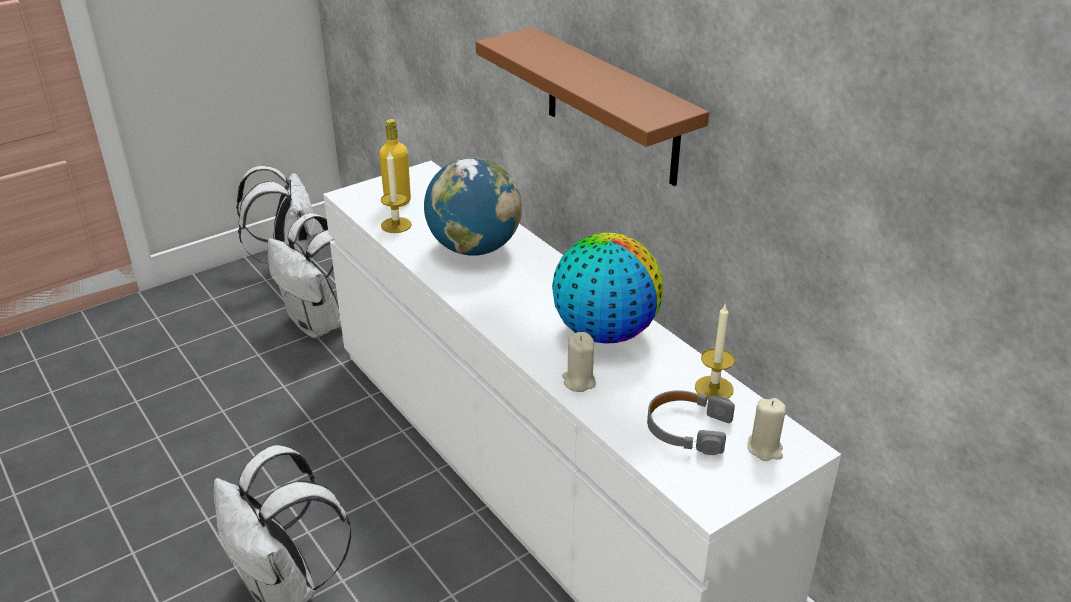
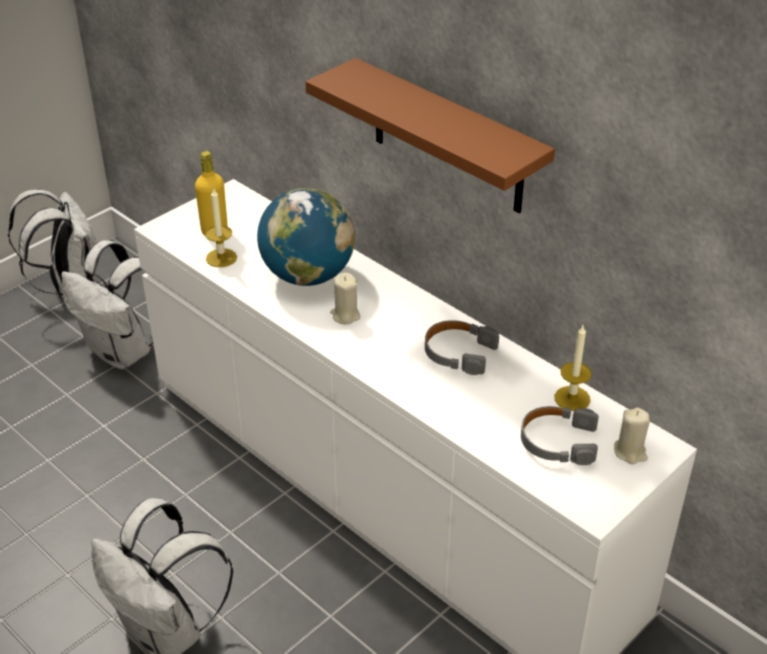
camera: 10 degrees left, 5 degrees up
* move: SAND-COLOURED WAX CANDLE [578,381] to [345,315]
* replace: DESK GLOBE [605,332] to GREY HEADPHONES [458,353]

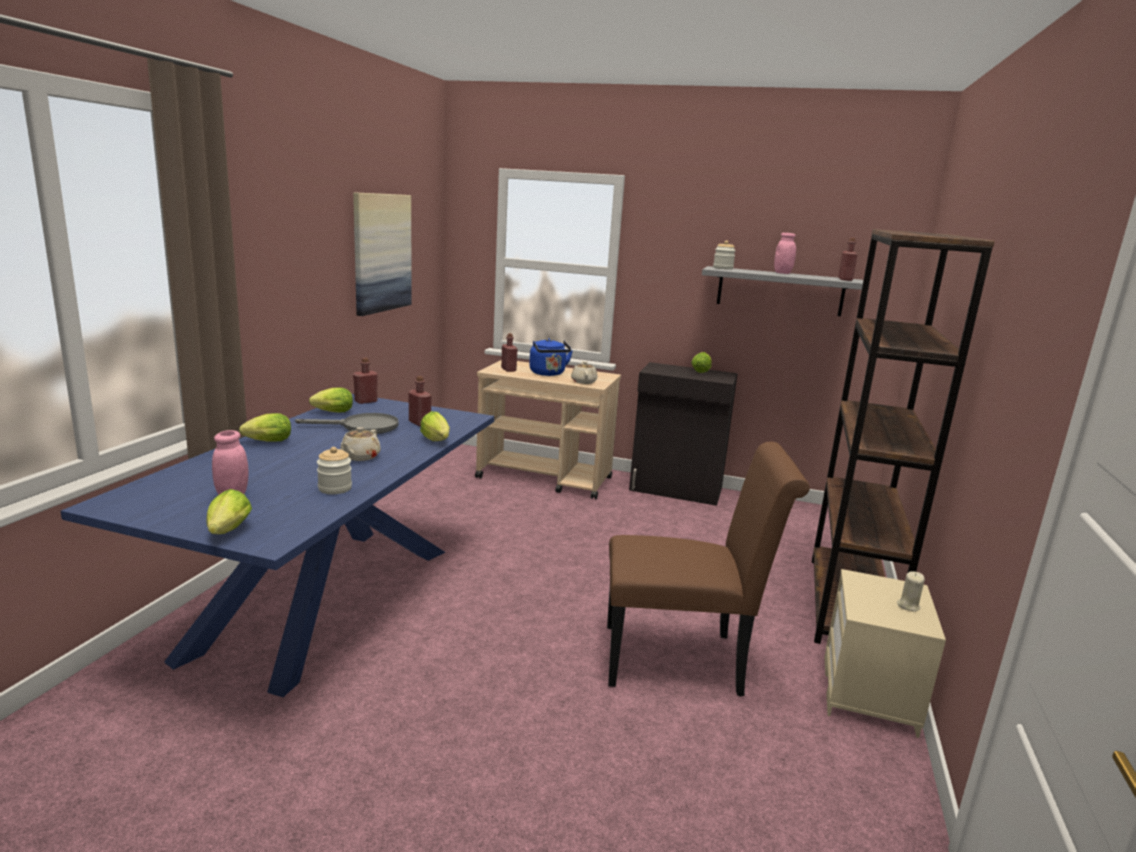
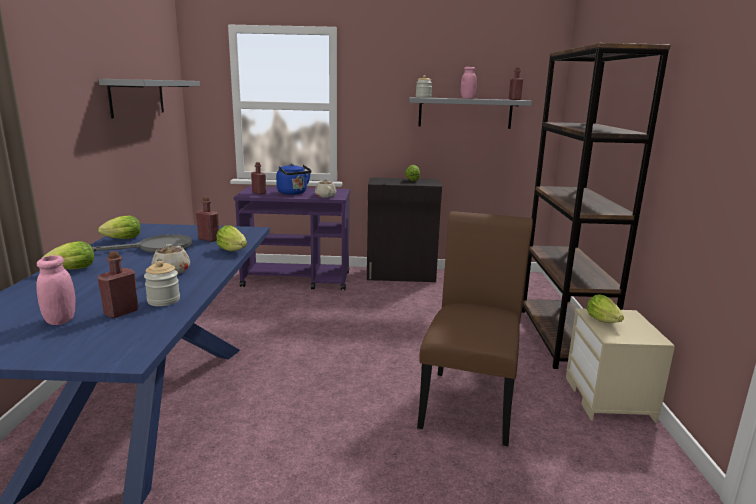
camera: 15 degrees left, 0 degrees up
* move: RED BEVERAGE BOTTLE [366,401] to [121,312]
* replace: WALL ART [381,253] to GREY BRACKET SHELF [137,97]
* recolor: SAND-COLOURED TROLLEY [545,478] to PURPLISH TROLLEY [297,280]
* rotate: BROWN-COLOURED CHAIR [683,660] = [470,400] 60 degrees counterclockwise
* move: LETTUCE [227,533] to [604,322]
* delete: SAND-COLOURED WAX CANDLE [908,605]

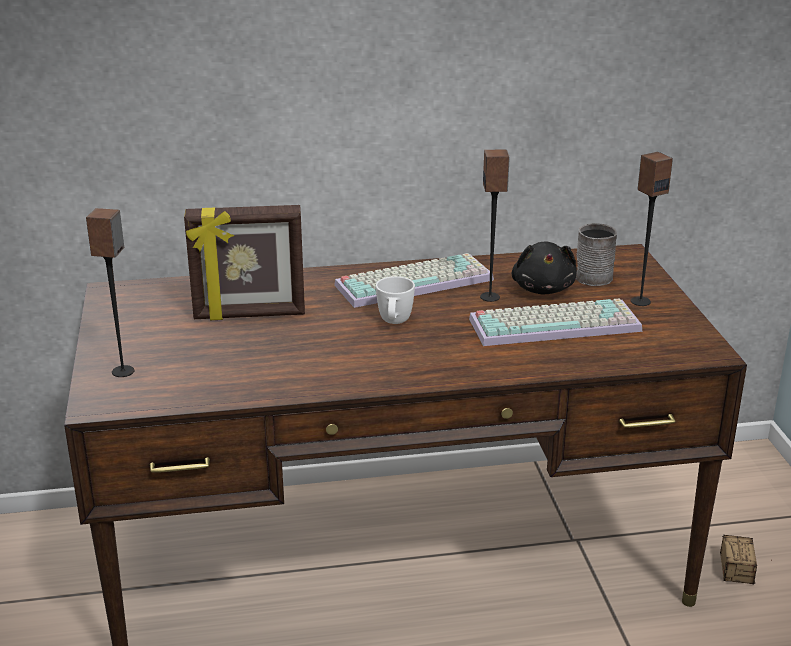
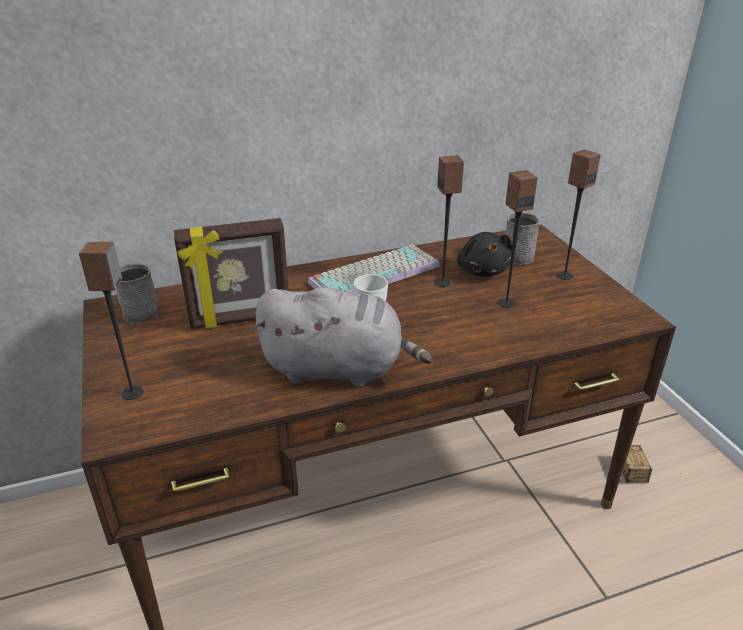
camera: 10 degrees left, 5 degrees up
* insert: GREY TEA MUG [142,311]
* insert: GREY PLUSH TOY [338,369]
* replace: KEYBOARD [556,323] to SPEAKER [506,302]

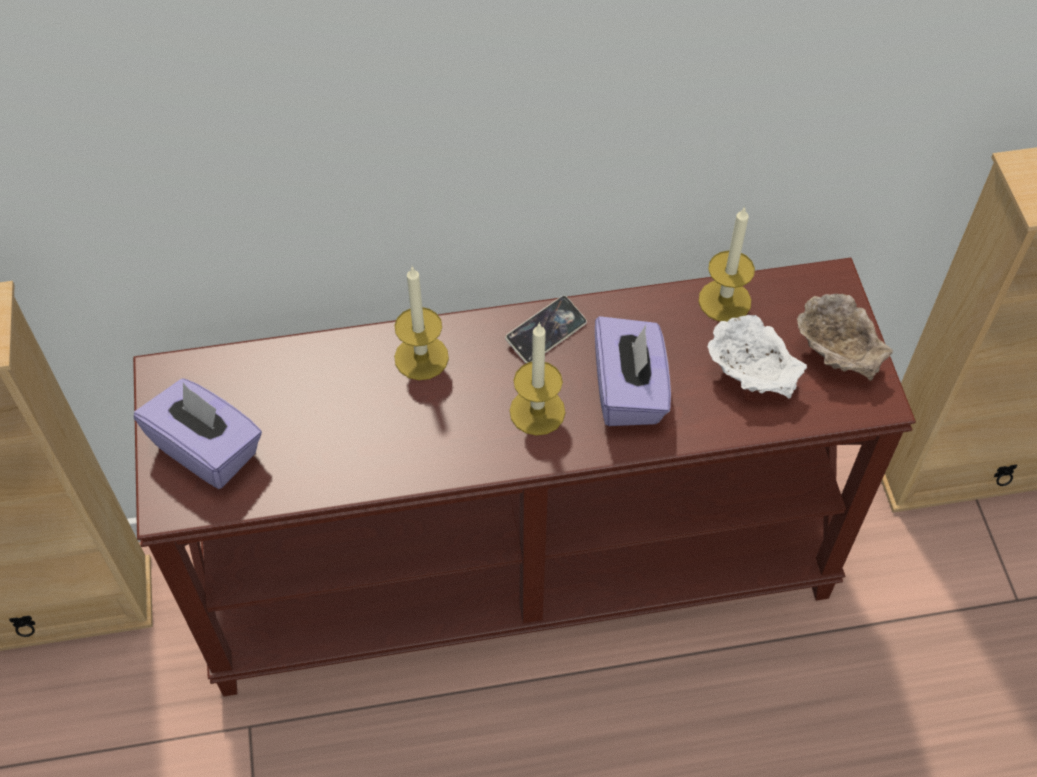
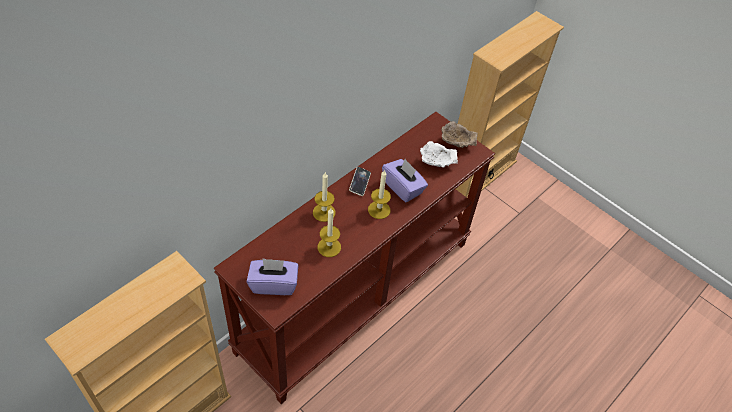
camera: 40 degrees left, 5 degrees down
* move: WAX CANDLE [724,301] to [329,247]

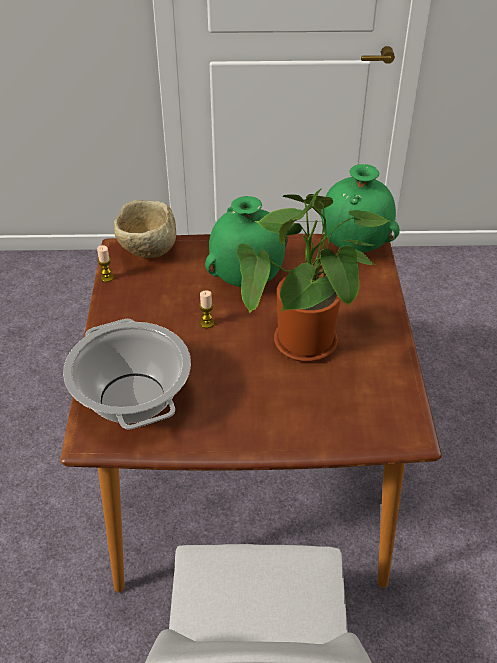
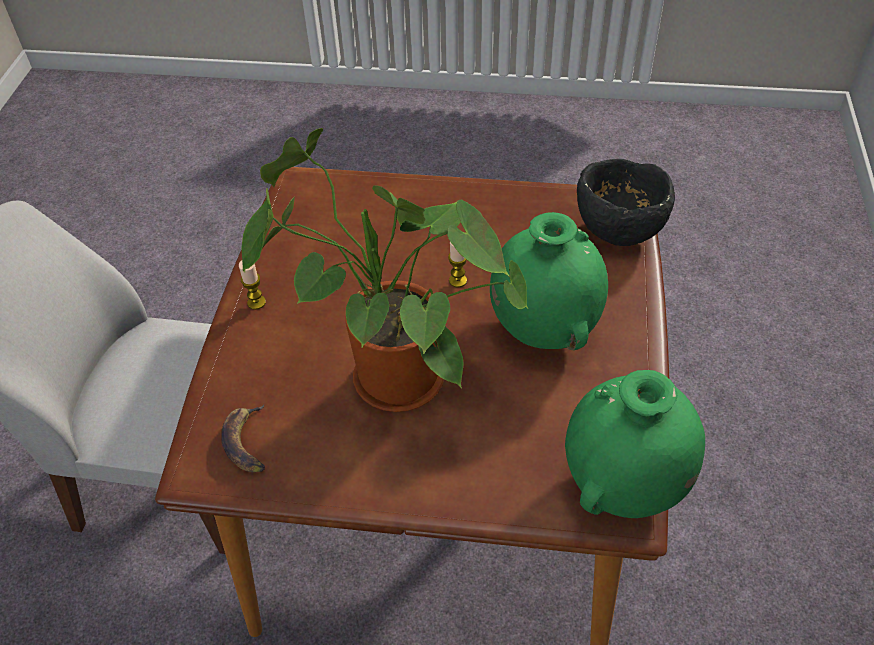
camera: 100 degrees right, 5 degrees up
* insert: BANANA FRUIT [247,443]
* move: WAX CANDLE [107,278] to [256,302]
* recolor: SAND-COLOURED DEEP DISH [148,251] to BLACK DEEP DISH [618,229]
* delete: SAUCEPOT [132,398]

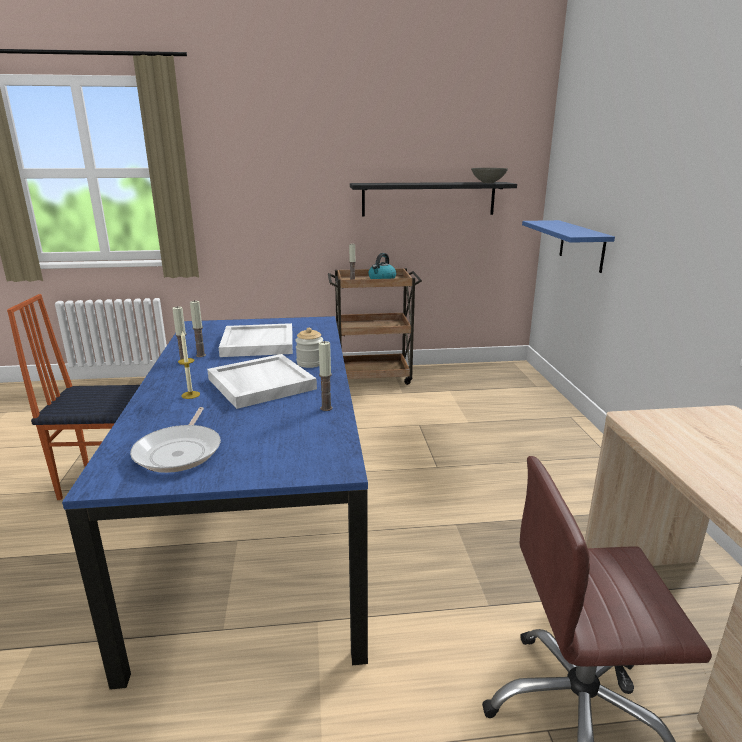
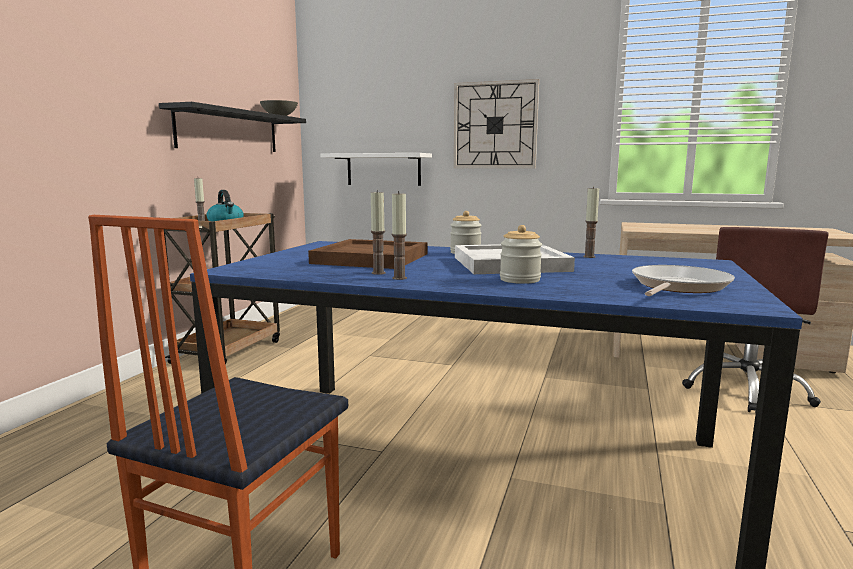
camera: 65 degrees left, 10 degrees down
* recolor: WHITISH CARRYING TRAY [257,343] to BROWN-COLOURED CARRYING TRAY [370,259]
* recolor: BLUISH BRACKET SHELF [582,245] to WHITISH BRACKET SHELF [383,169]
* insert: HANGING CLOCK [495,125]
* replace: WAX CANDLE [190,395] to STORAGE JAR [520,280]
* rotate: FRYING PAN [180,451] = [677,286] 75 degrees counterclockwise

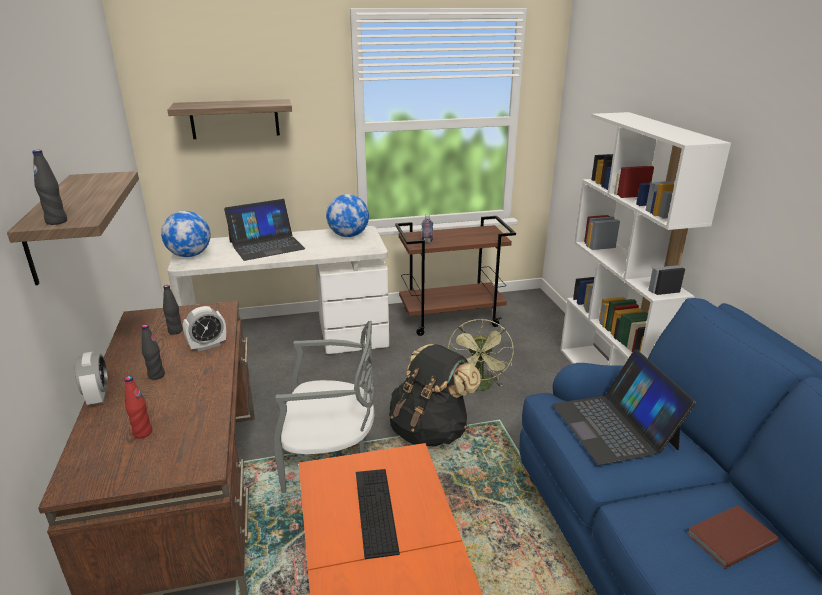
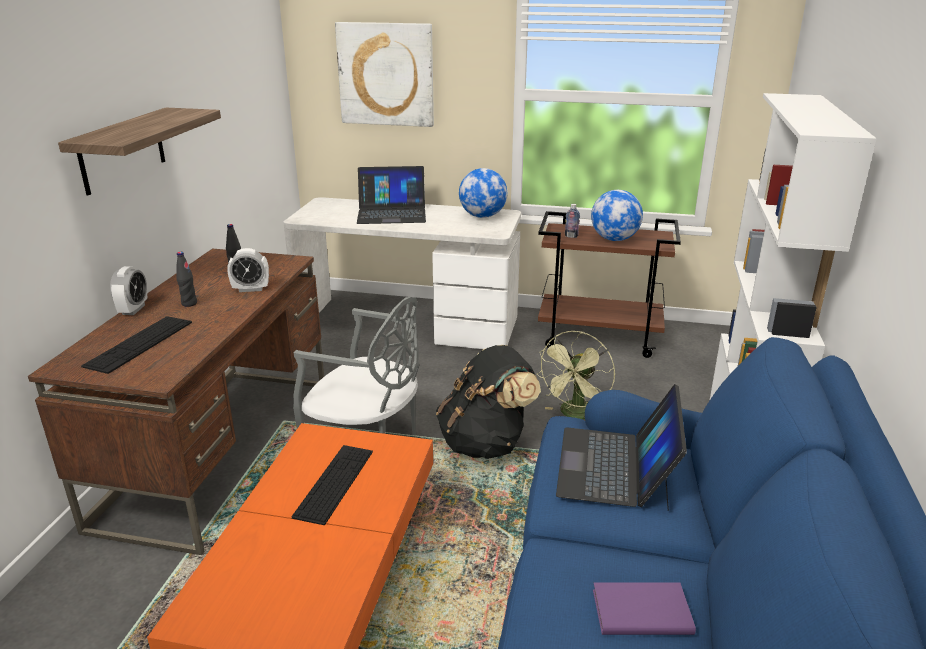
camera: 25 degrees right, 0 degrees up
* replace: RED BEVERAGE BOTTLE [142,433] to KEYBOARD [139,343]
* replace: BRACKET SHELF [234,119] to WALL ART [386,74]
* move: DESK GLOBE [190,255] to [614,239]
* recolor: BROWN-COLOURED VOLUME [728,537] to PURPLISH VOLUME [640,610]
* delete: BLACK BEVERAGE BOTTLE [56,222]

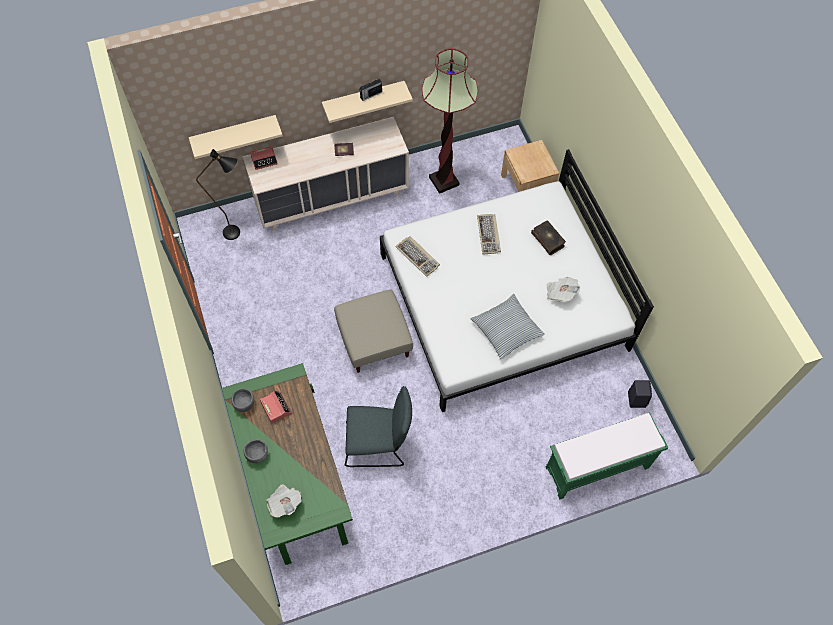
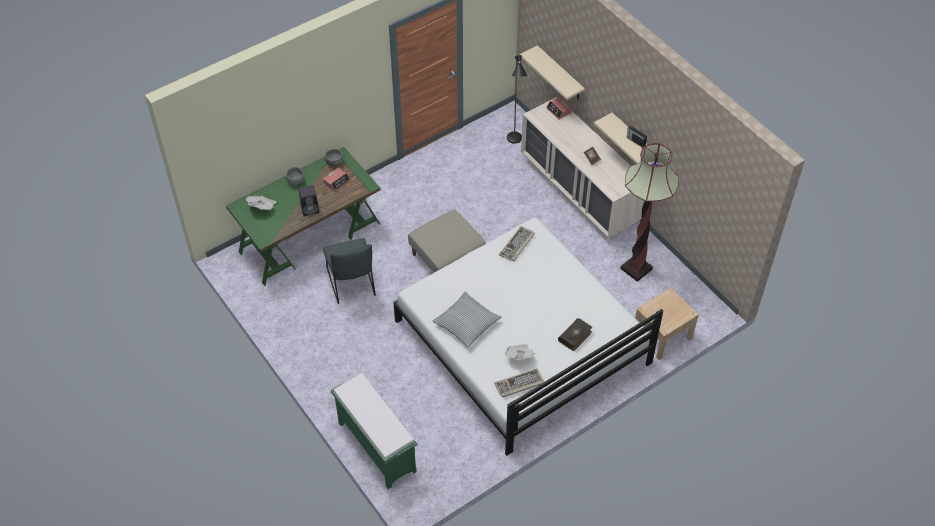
camera: 75 degrees right, 10 degrees down
* move: BLACK SPEAKER [636,398] to [310,209]
* move: KEYBOARD [489,235] to [519,384]

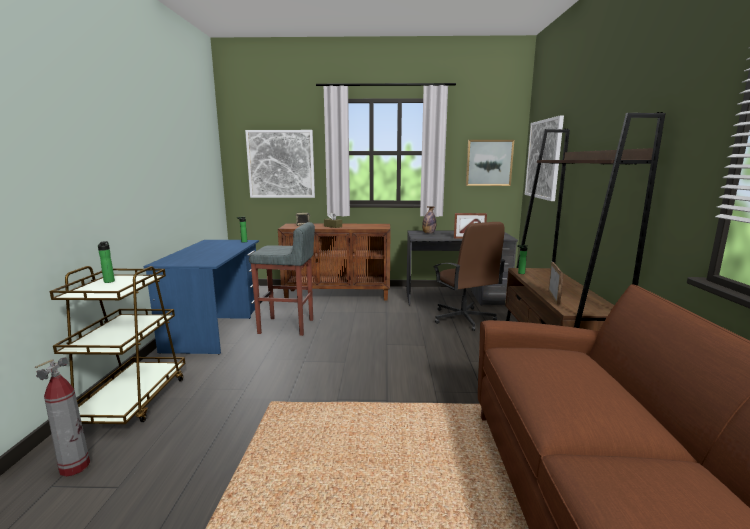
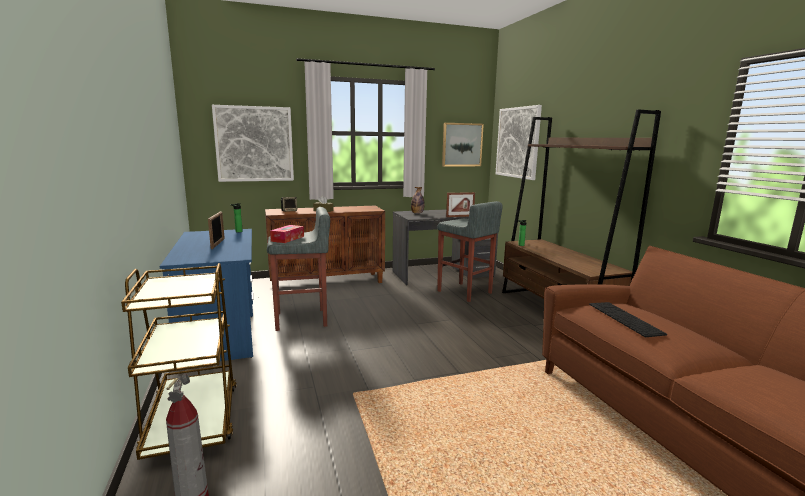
camera: 20 degrees left, 0 degrees up
* move: PICTURE FRAME [553,298] to [218,244]
* insert: BOX OF TISSUES [287,239]
* replace: BROWN-COLOURED OFFICE CHAIR [463,319] to GREY STOOL SEAT [464,292]
* insert: KEYBOARD [624,318]
* delete: BEVERAGE BOTTLE [109,281]

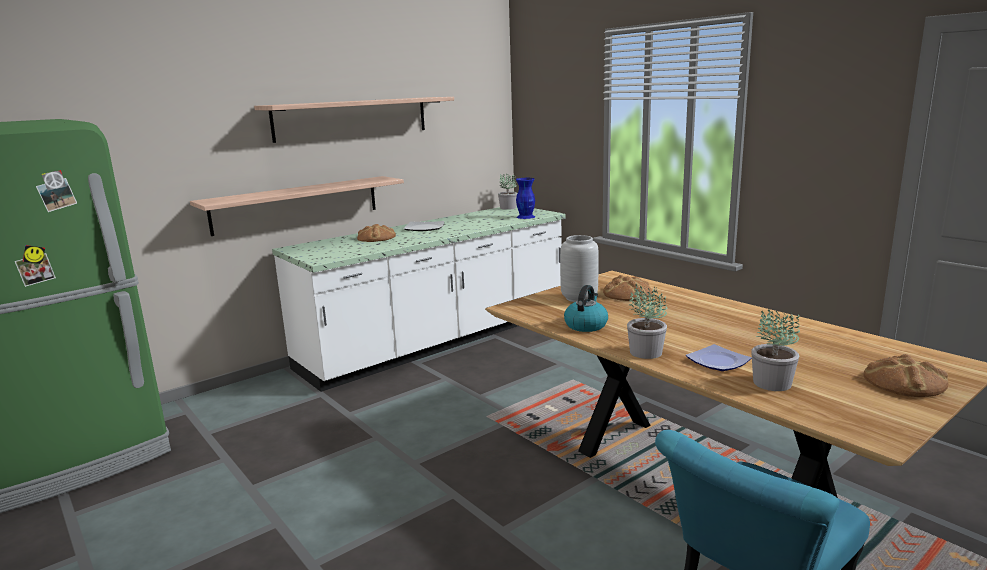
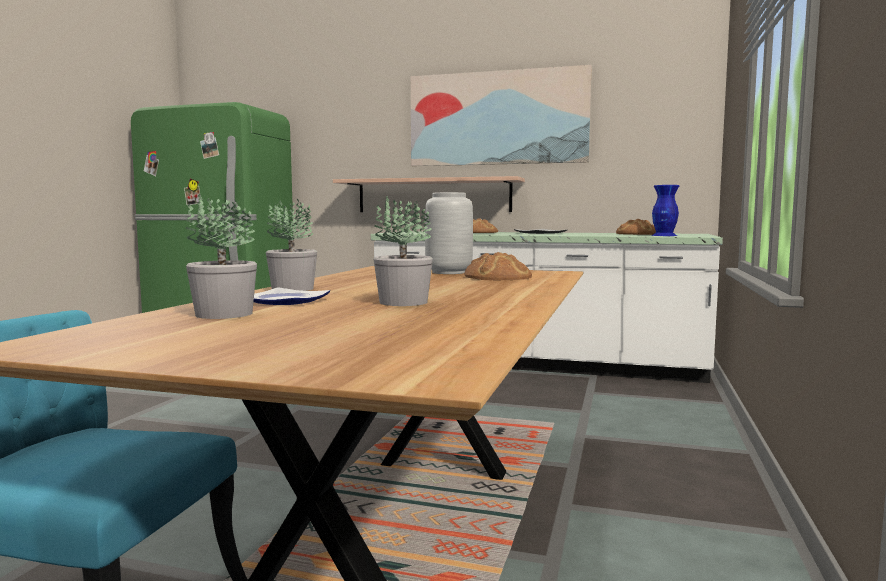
camera: 55 degrees right, 10 degrees down
* move: PLANT IN A POT [508,208] to [402,302]
* replace: BRACKET SHELF [352,118] to WALL ART [497,118]
* move: BAKED BREAD [904,382] to [637,234]
* delete: WATER KETTLE [586,325]

